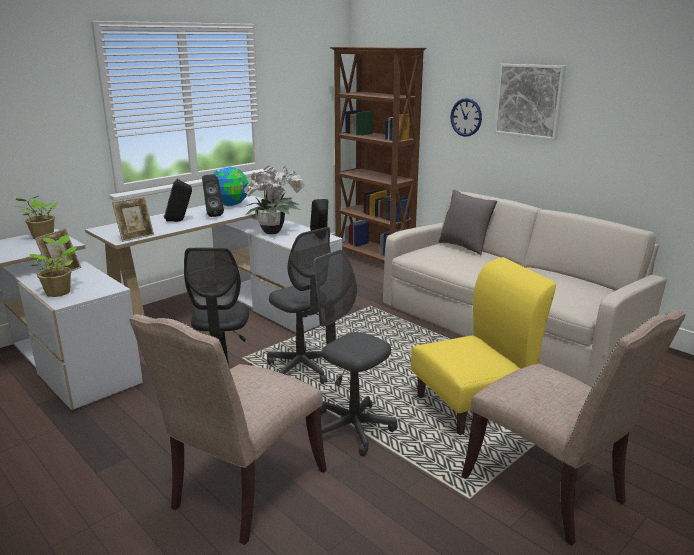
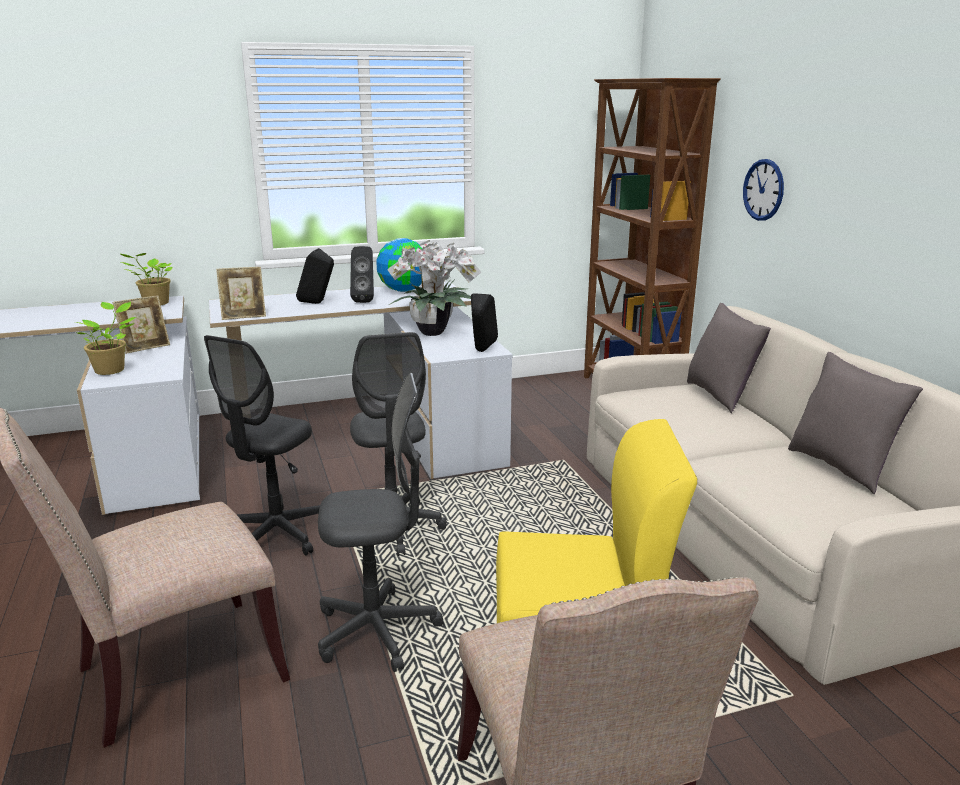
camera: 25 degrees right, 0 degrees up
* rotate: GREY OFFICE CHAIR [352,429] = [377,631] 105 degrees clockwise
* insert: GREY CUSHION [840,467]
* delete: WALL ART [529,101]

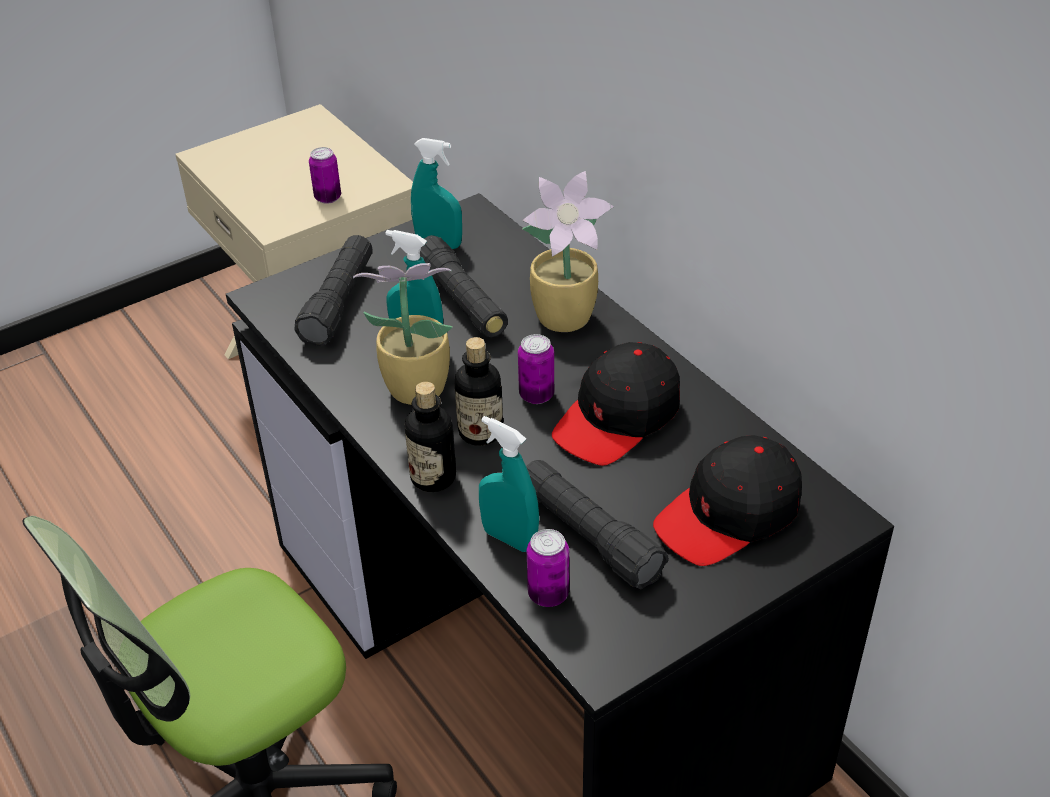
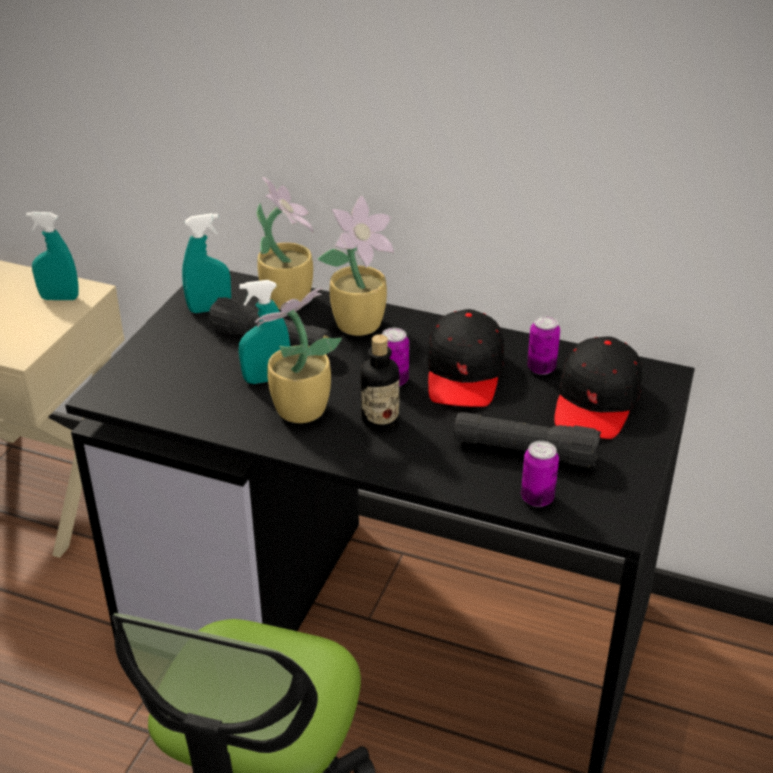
camera: 35 degrees left, 5 degrees down
* move: BLUE-GREEN SPRAYER [509,538] to [59,298]
* insert: PLANT IN A POT [288,298]
* move: CAN [328,198] to [541,368]
* delete: BLACK FLASHLIGHT [339,303]
* delete: BEVERAGE BOTTLE [433,477]

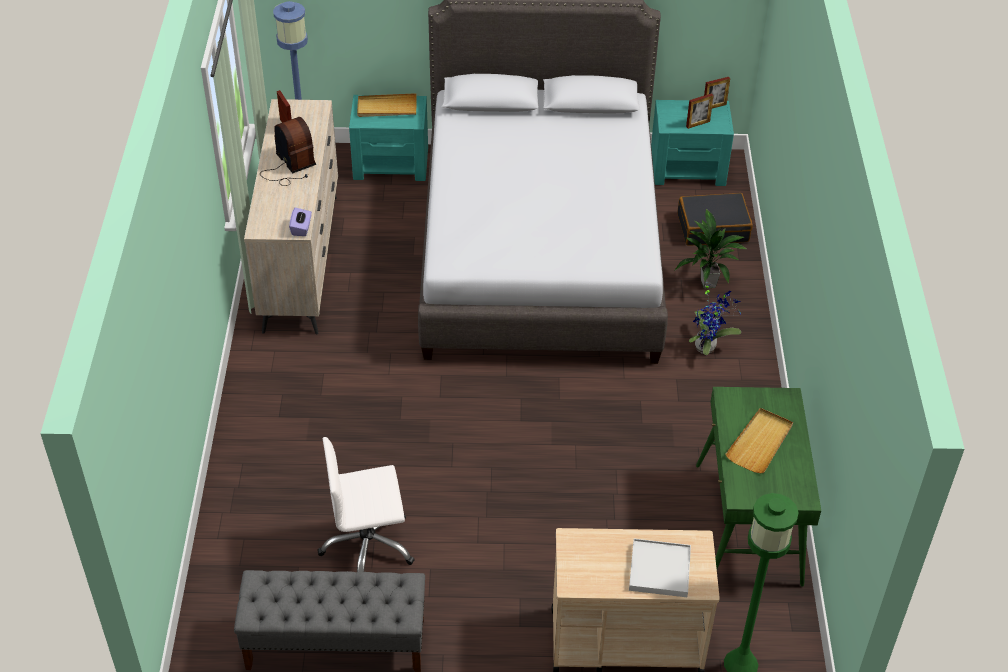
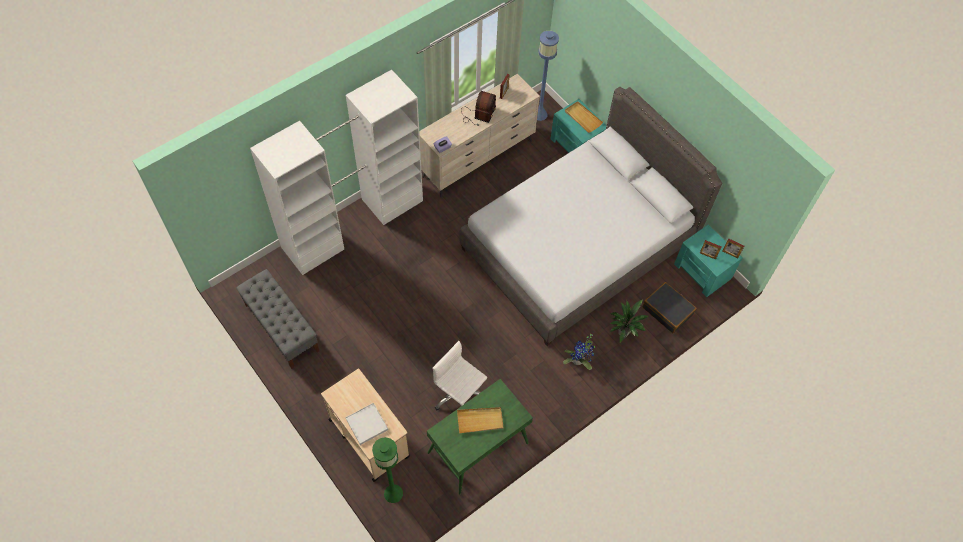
camera: 50 degrees right, 15 degrees up
* insert: WHITISH CLOTHES CUPBOARD [353,223]
* move: WHITISH OFFICE CHAIR [368,546] to [459,395]

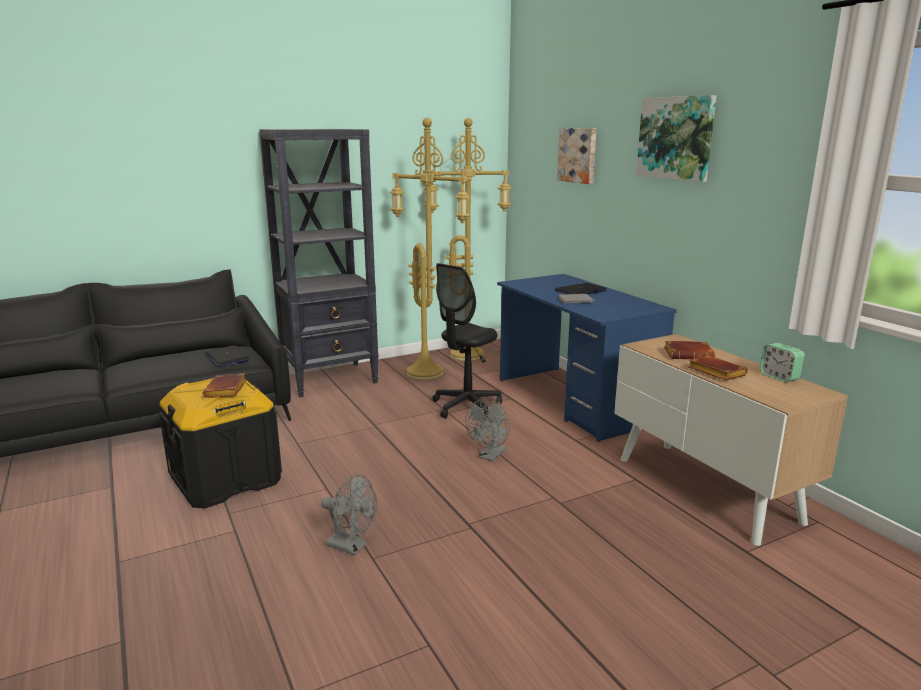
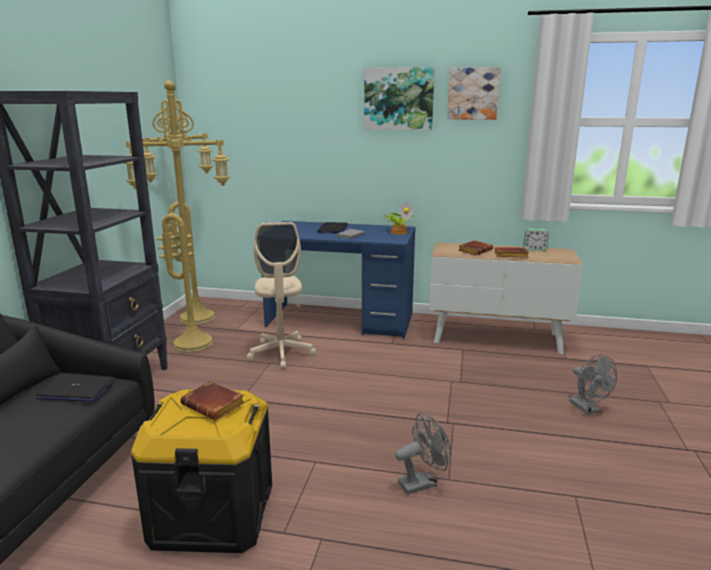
camera: 50 degrees left, 0 degrees up
* recolor: BLACK OFFICE CHAIR [466,406] to SAND-COLOURED OFFICE CHAIR [281,354]
* insert: PLANT IN A POT [398,232]
* move: WALL ART [578,155] to [473,93]
* move: GREY ELECTRIC FAN [490,456] to [588,409]

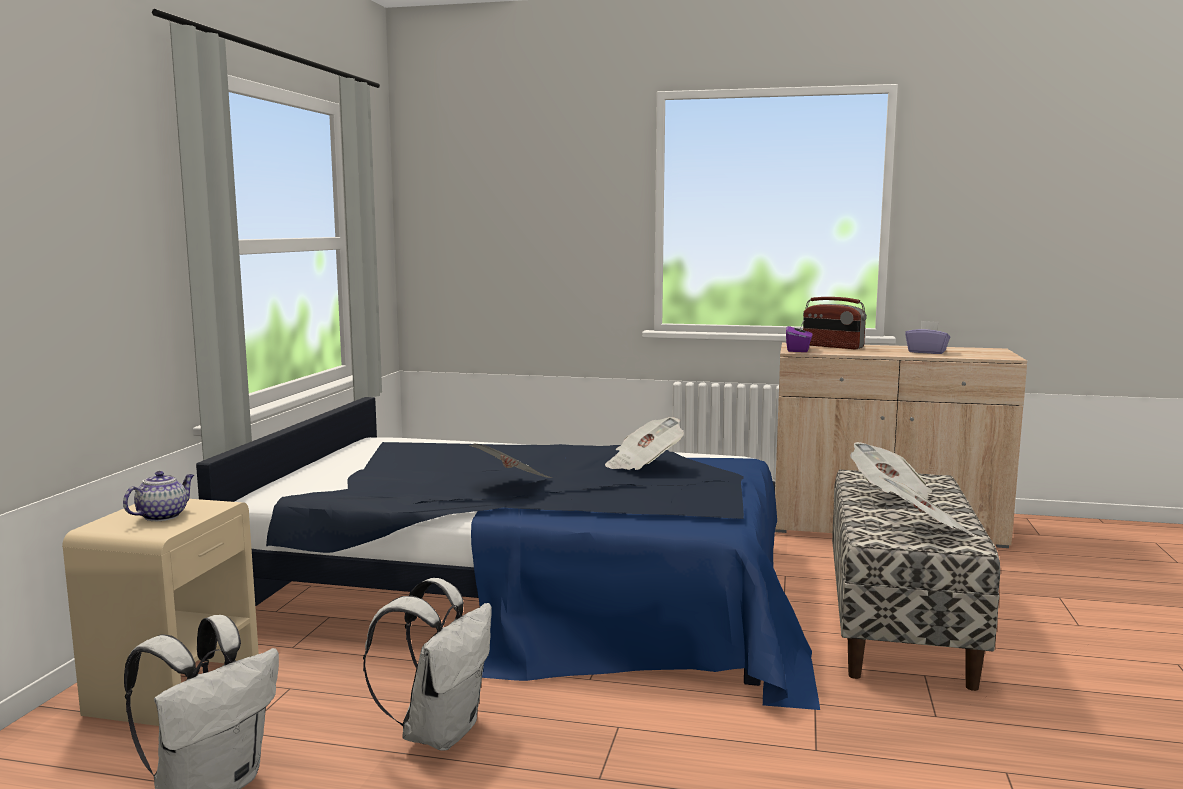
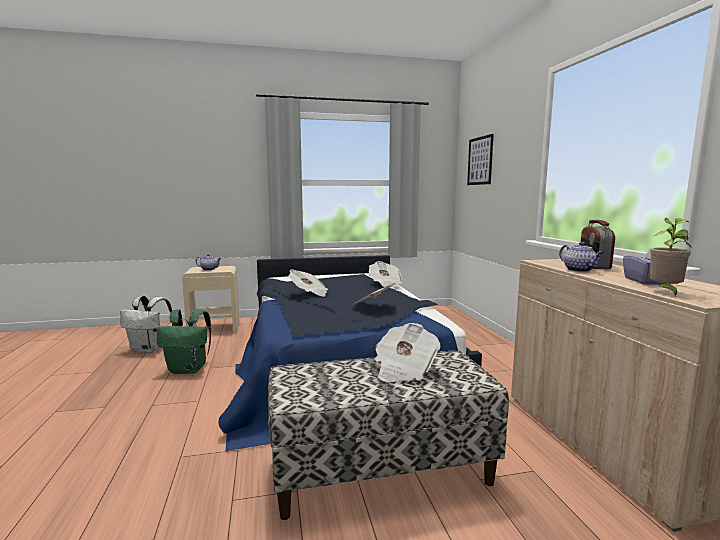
camera: 65 degrees right, 0 degrees up
* recolor: WHITISH RUCKSACK [439,732] to GREEN-COLOURED RUCKSACK [189,369]
* move: PRINTED PAPER [926,530] to [385,284]
* insert: WALL ART [480,161]
* insert: TEA POT [580,270]
* insert: PLANT IN A POT [665,292]
* delete: PURPLISH BOX OF TISSUES [798,350]

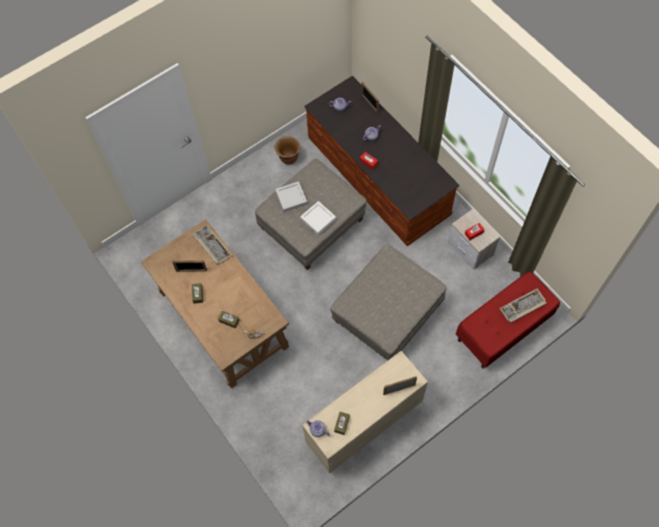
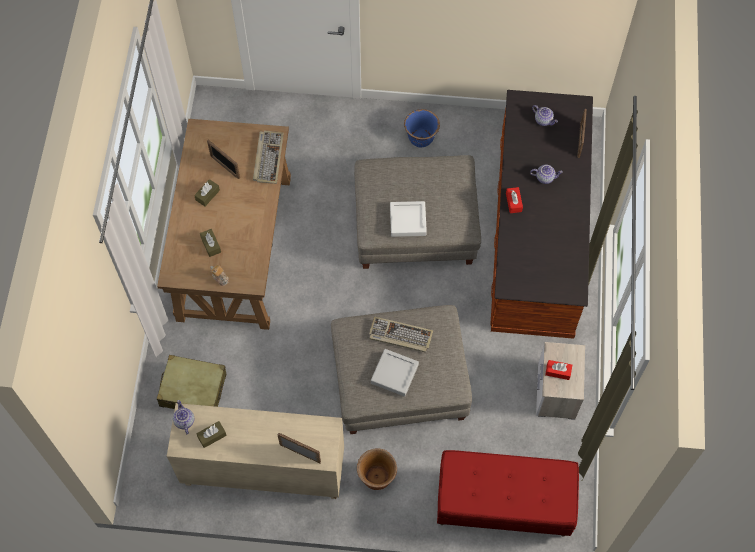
camera: 40 degrees right, 0 degrees up
* insert: SAND-COLOURED SUITCASE [193,390]
* move: BROWN-COLOURED PLANT POT [288,158] to [376,477]
* move: KEYBOARD [523,307] to [400,336]
* move: GREY CARRYING TRAY [291,198] to [394,374]
* insert: BLUISH PLANT POT [421,139]

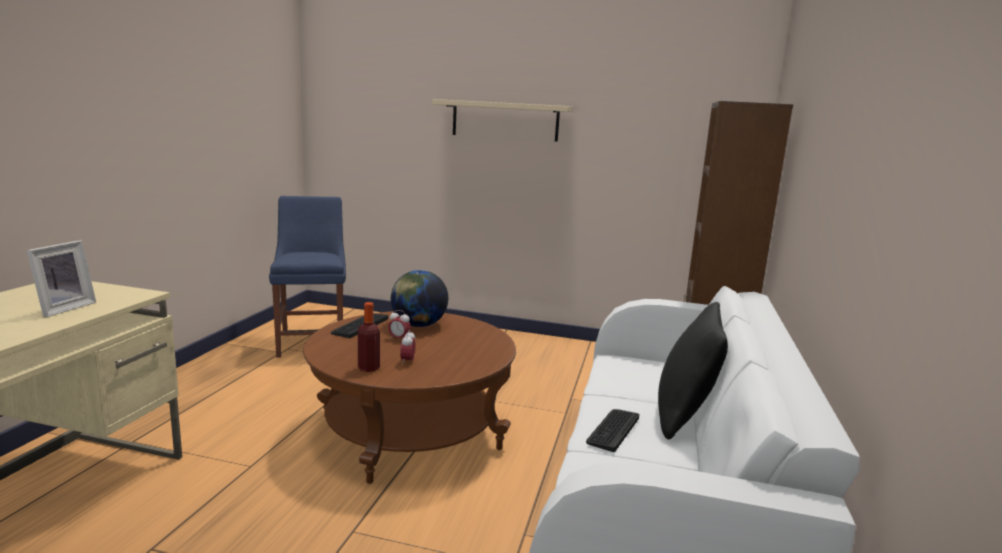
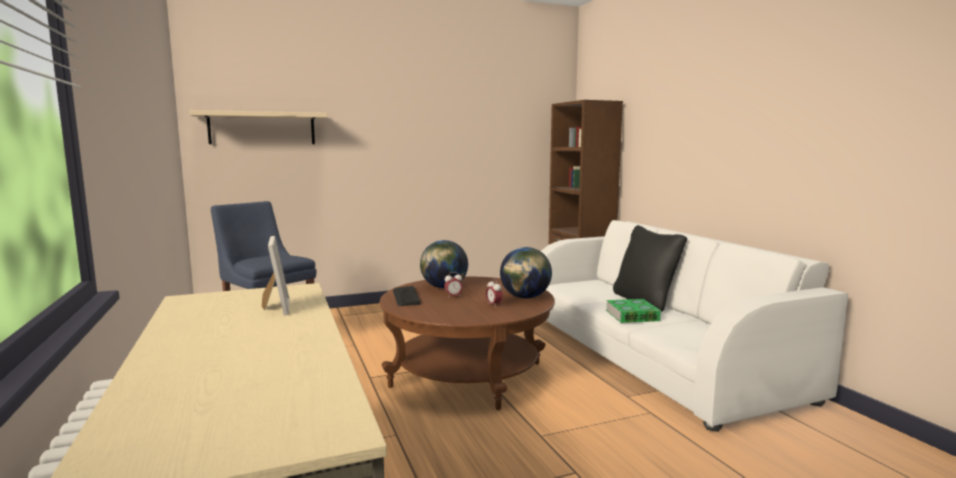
camera: 35 degrees left, 5 degrees down
* move: SAND-COLOURED BRACKET SHELF [505,120] to [262,128]
* insert: DESK GLOBE [525,297]
* replace: KEYBOARD [613,430] to VOLUME [632,315]
* delete: BEVERAGE BOTTLE [368,368]

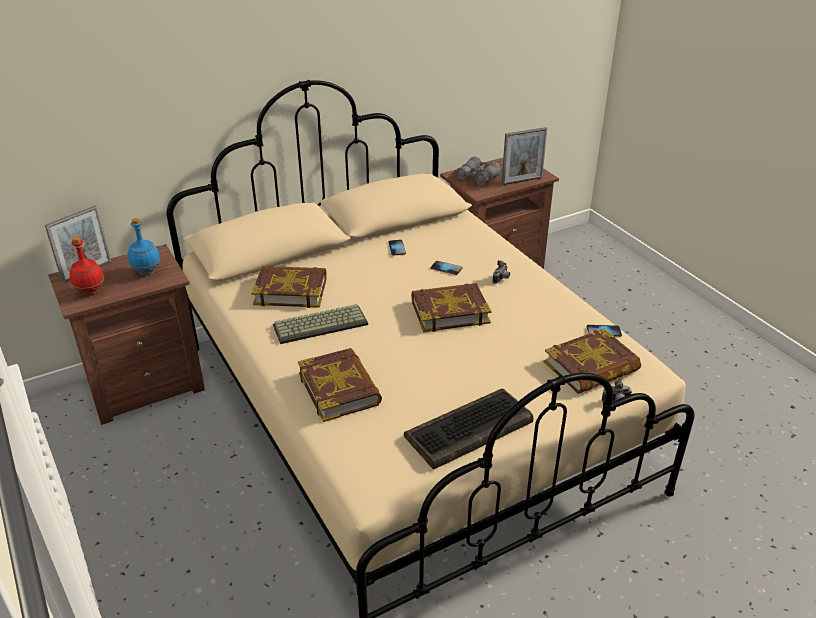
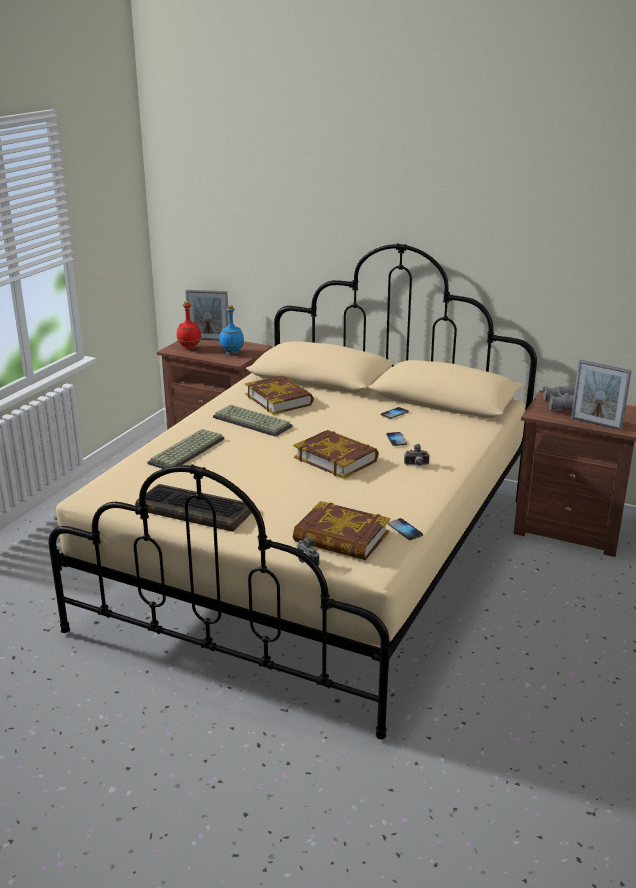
camera: 55 degrees right, 10 degrees down
* replace: VOLUME [340,389] to KEYBOARD [187,452]

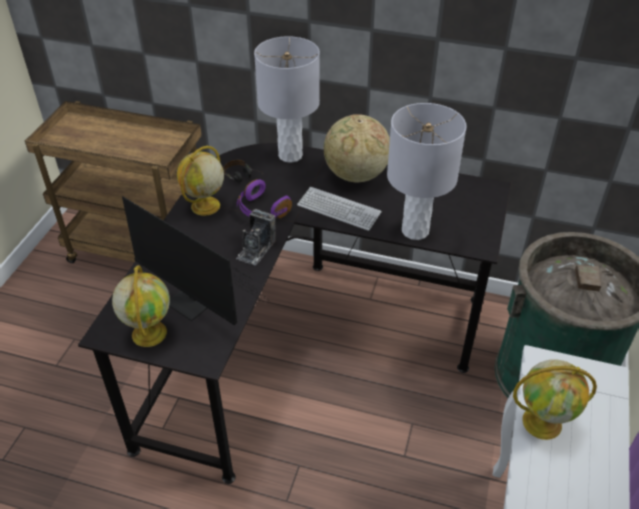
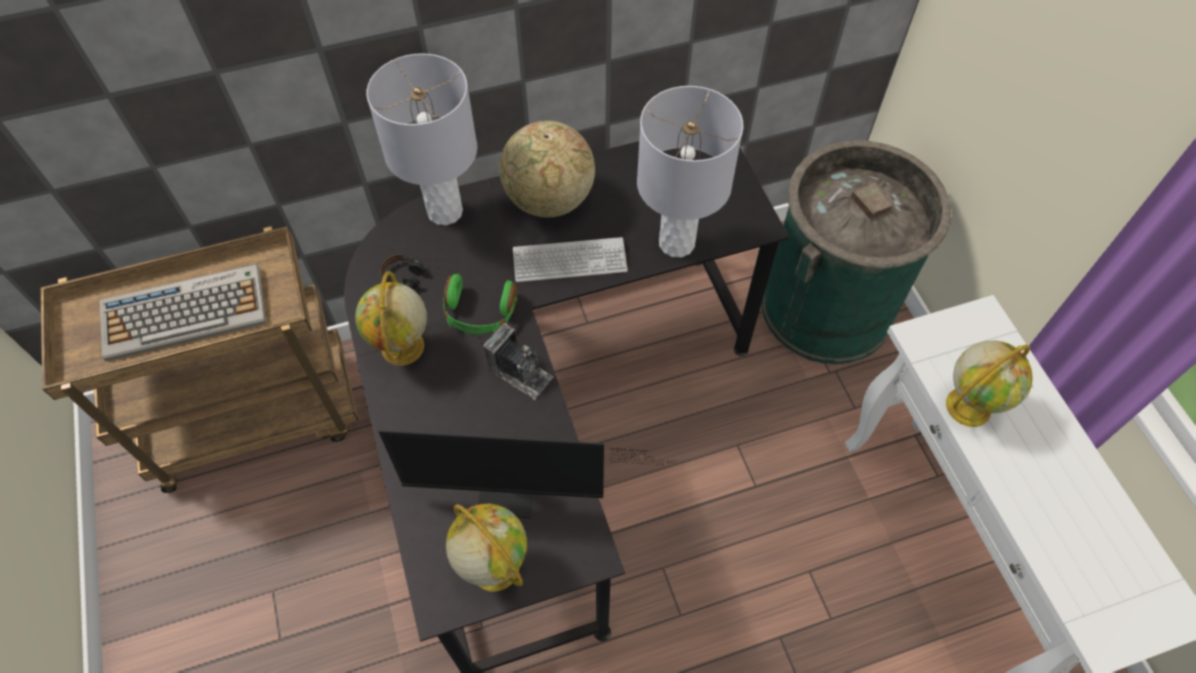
camera: 35 degrees left, 15 degrees up
* insert: KEYBOARD [186,312]
* recolor: PURPLISH HEADPHONES [262,210] to GREEN-COLOURED HEADPHONES [479,313]
* rotate: PHOTO CAMERA [256,249] = [520,373] 45 degrees counterclockwise

